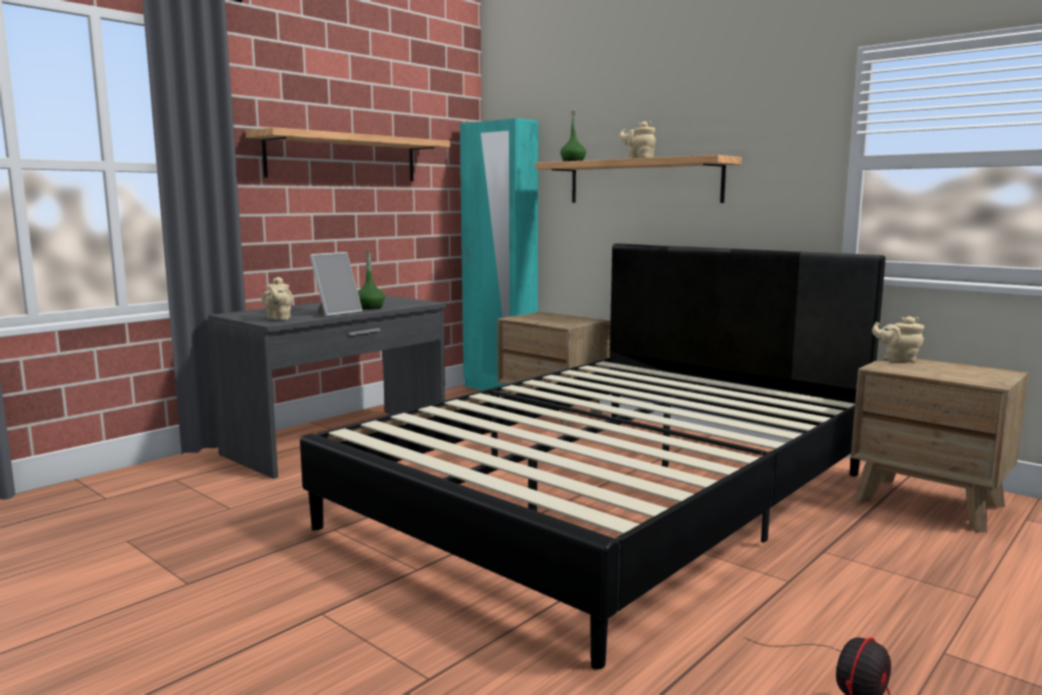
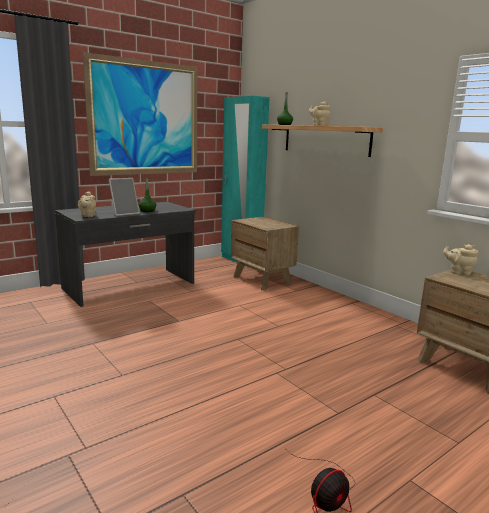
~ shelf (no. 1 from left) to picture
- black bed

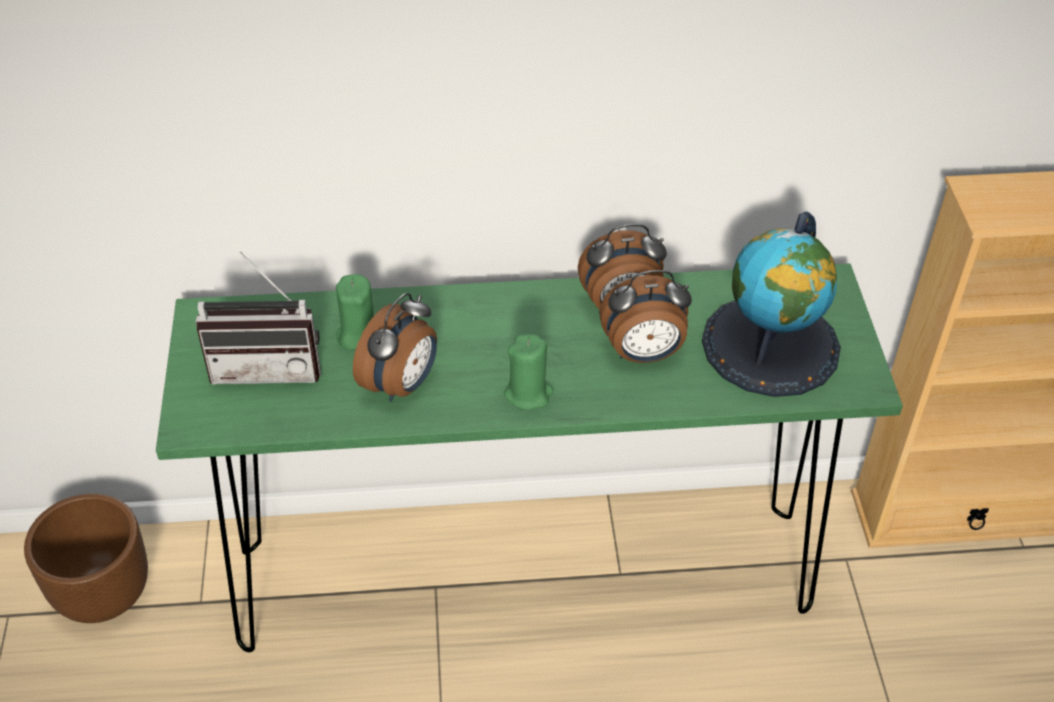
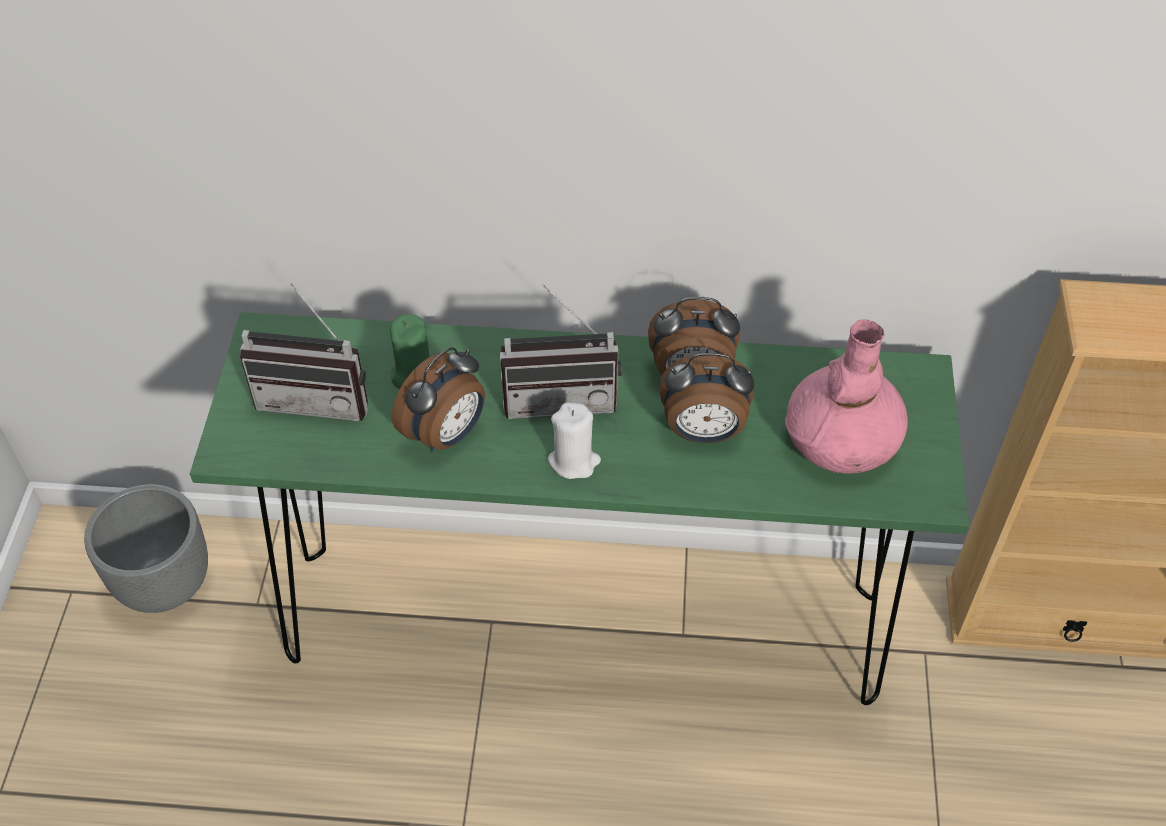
~ brown planter to grey planter
~ green candle (no. 2 from left) to white candle
~ globe to pink vase
+ radio (no. 2 from left)

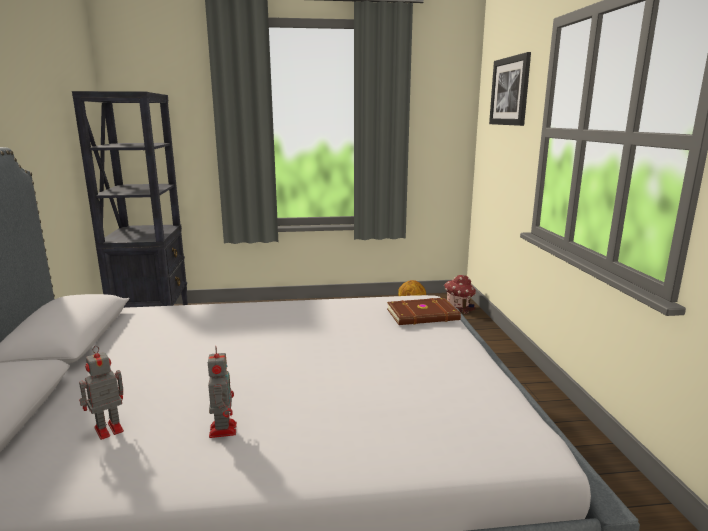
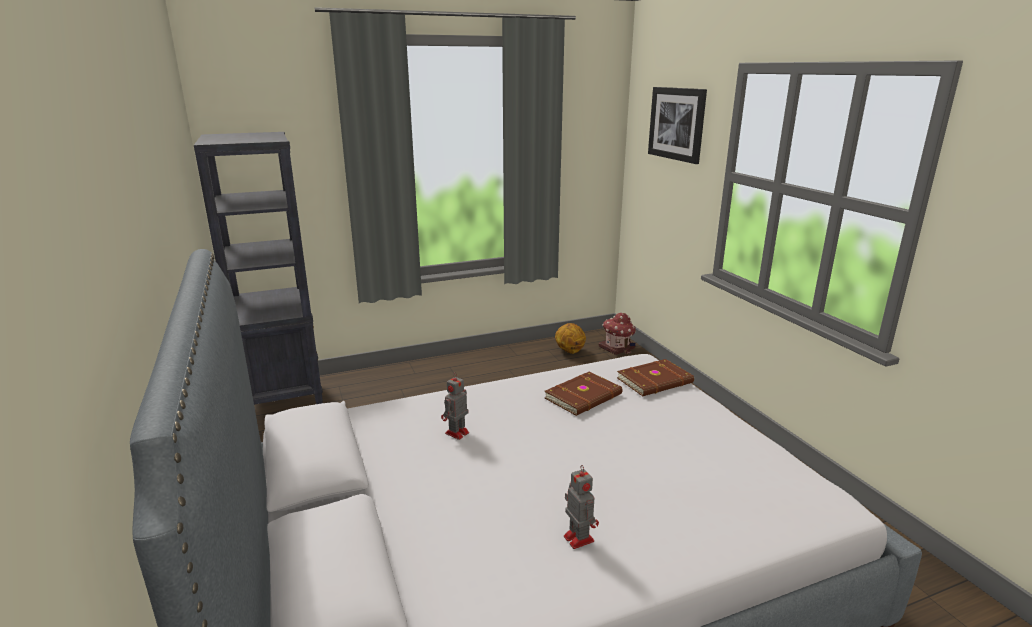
~ toy robot (no. 1 from left)
+ brown book (no. 1 from left)

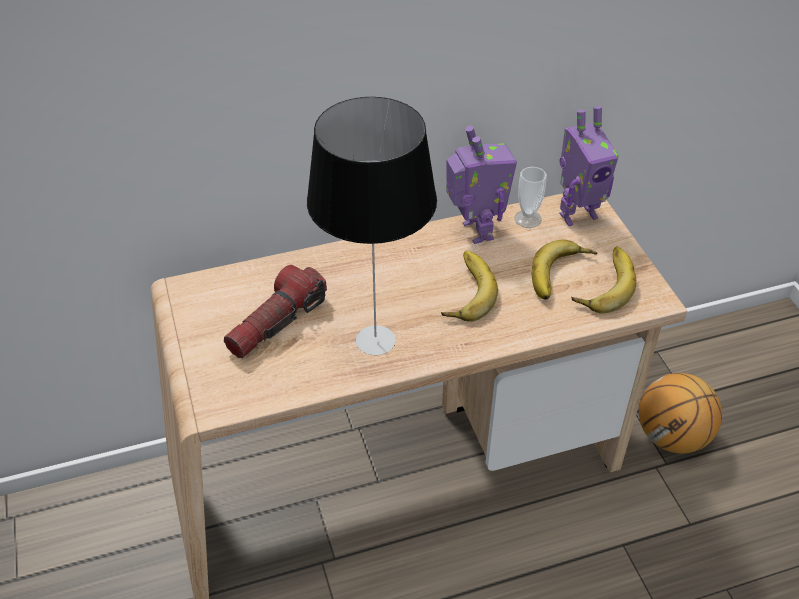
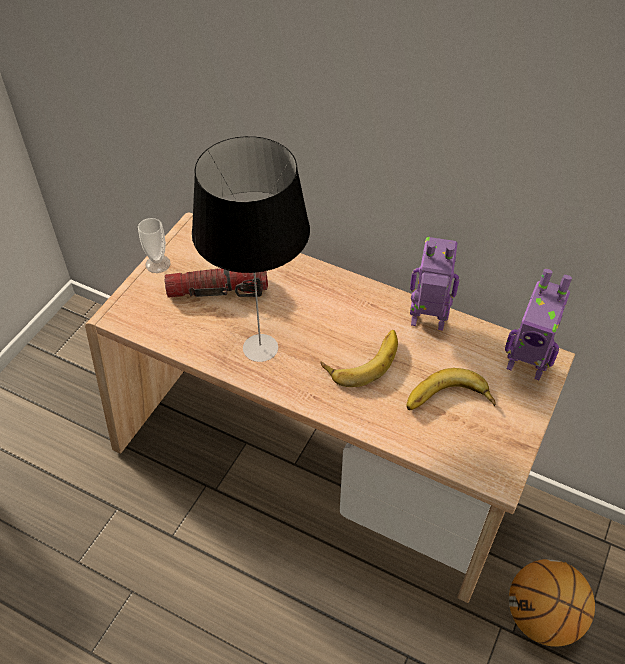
~ toy robot (no. 1 from left) 105 degrees counterclockwise
~ cup
- banana (no. 3 from left)

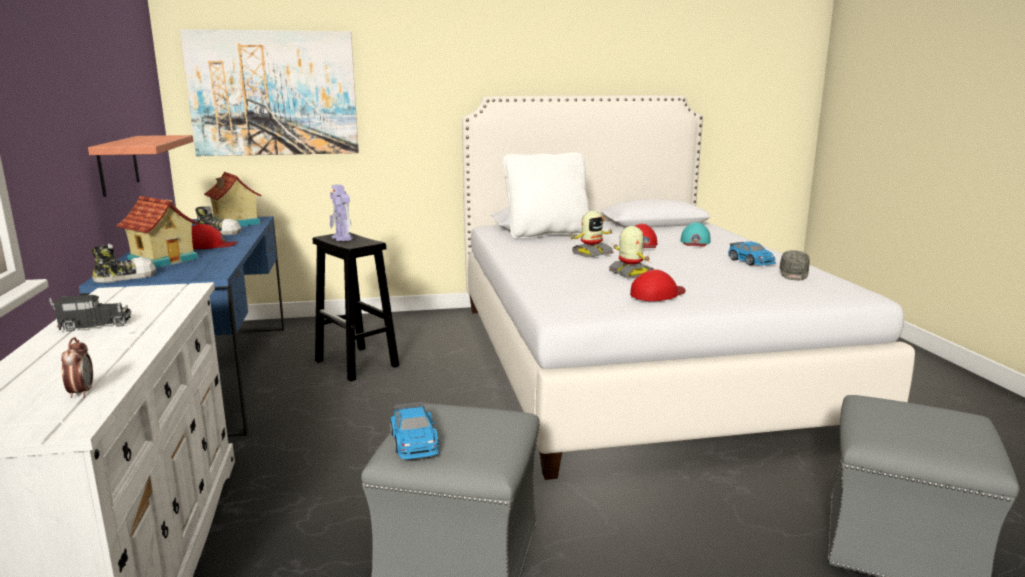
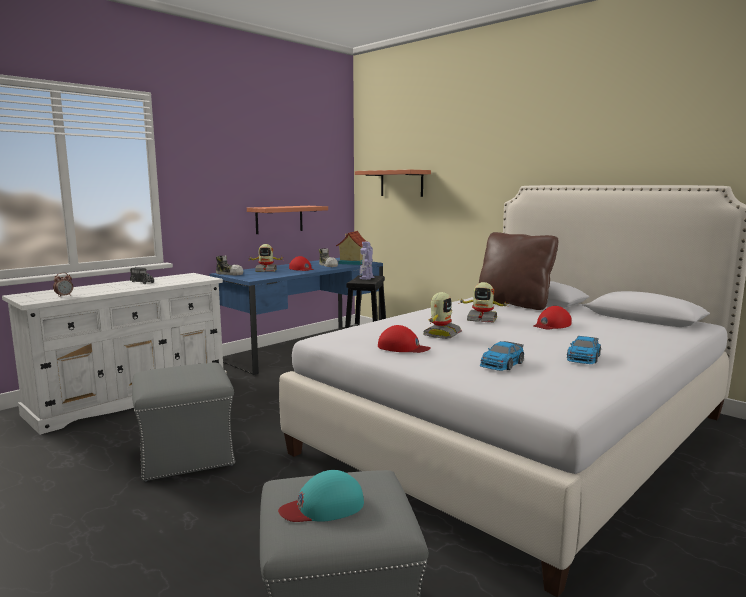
~ toy house (no. 1 from left) to toy robot (no. 1 from left)
~ picture to shelf (no. 2 from left)
~ toy car (no. 1 from left)
~ white pillow to brown pillow
~ turquoise cap
- grey cap

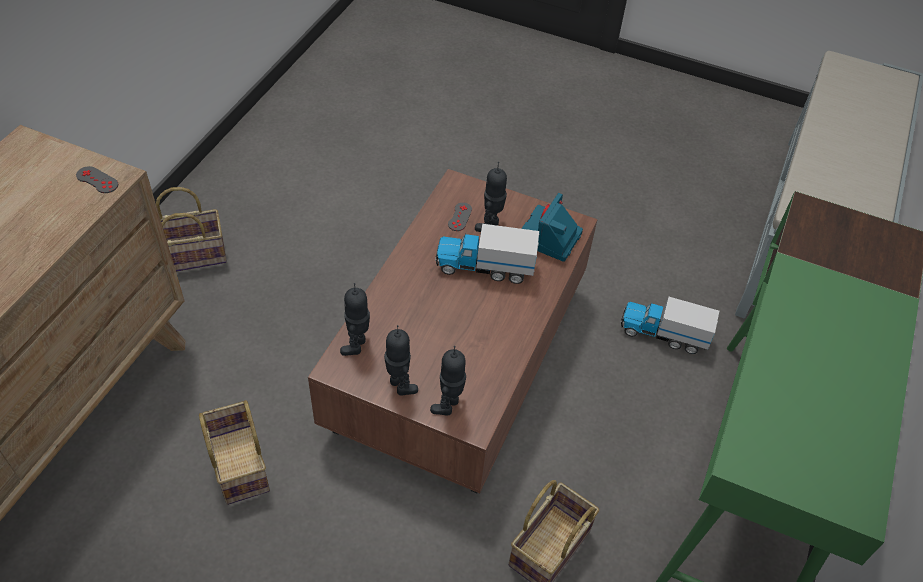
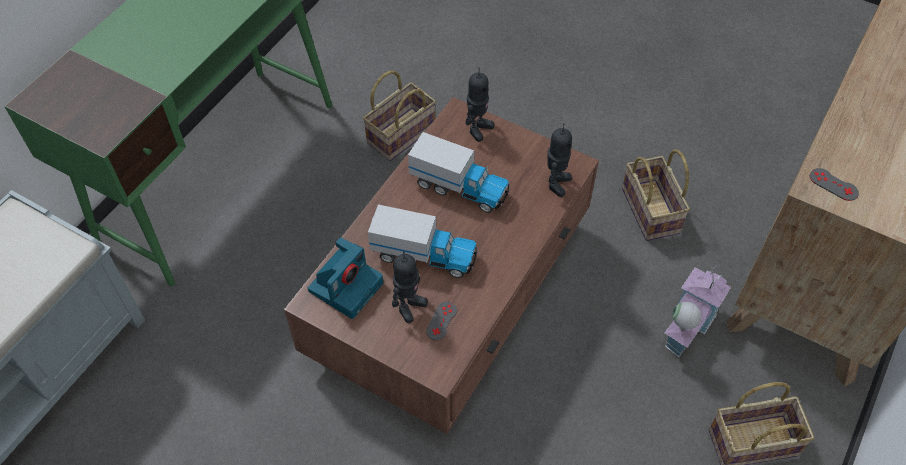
- toy robot (no. 2 from left)
~ toy truck (no. 2 from left)
+ toy house

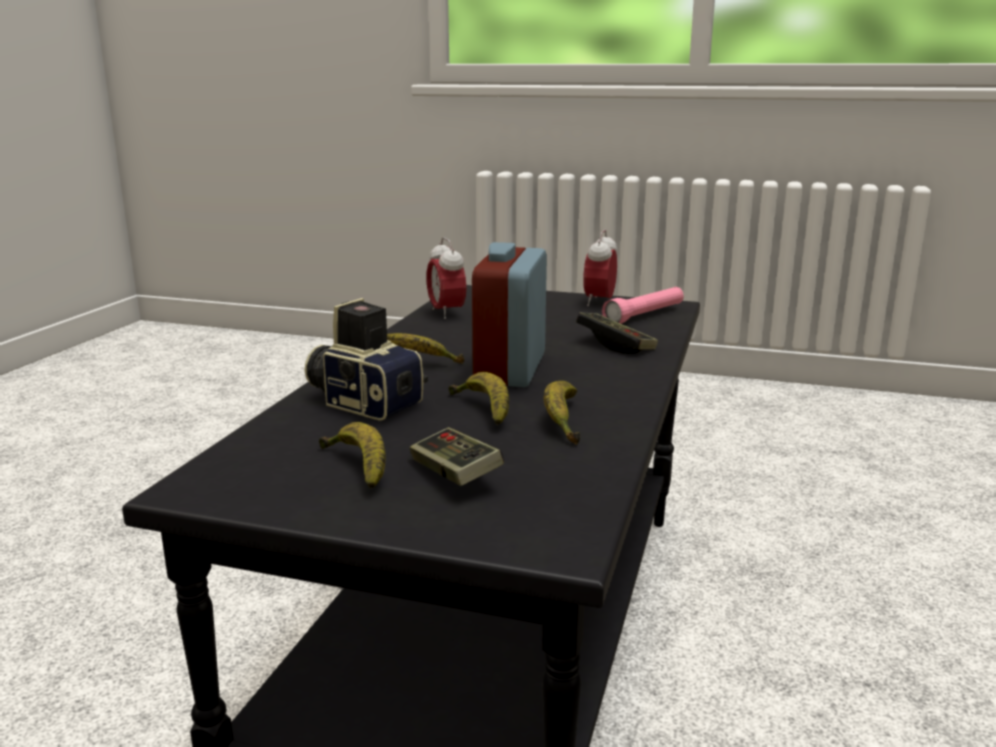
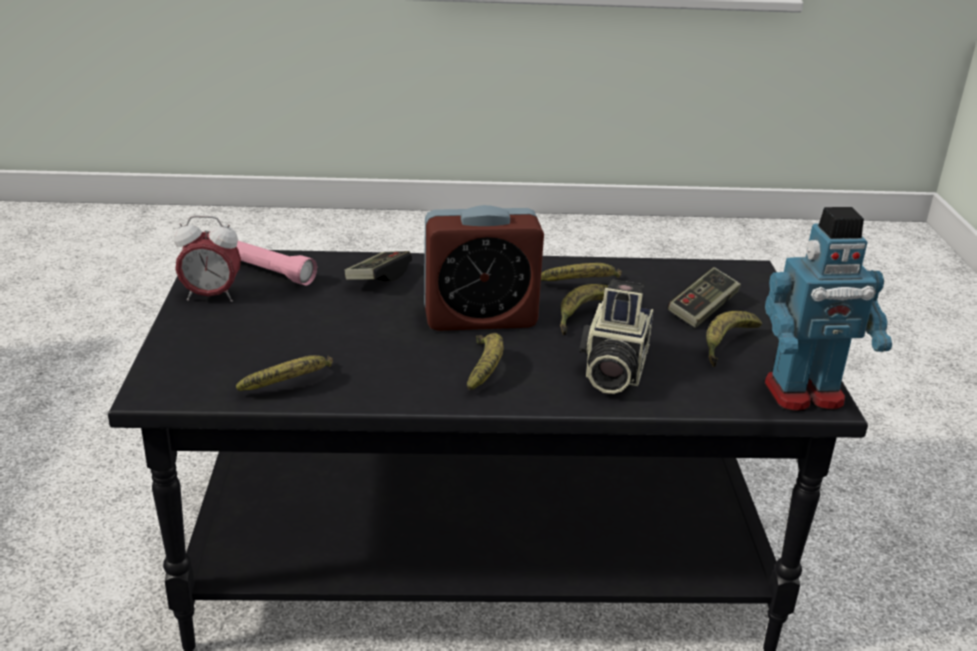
~ alarm clock (no. 1 from left) to banana (no. 1 from left)
+ toy robot

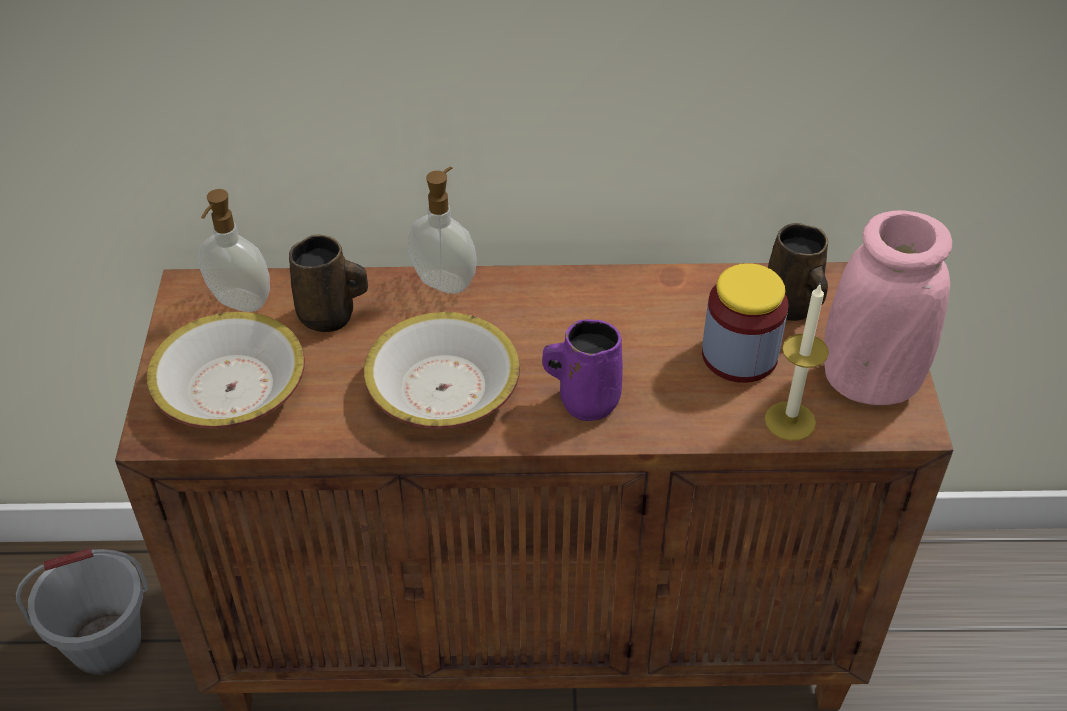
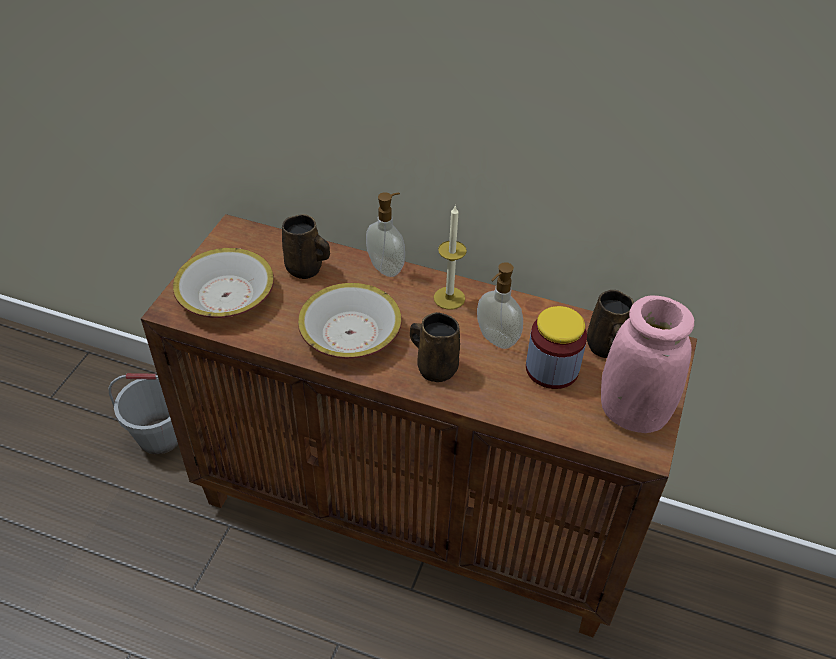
~ soap dispenser (no. 1 from left in the first image) to soap dispenser (no. 2 from left)
~ purple mug to brown mug (no. 2 from left)
~ candle

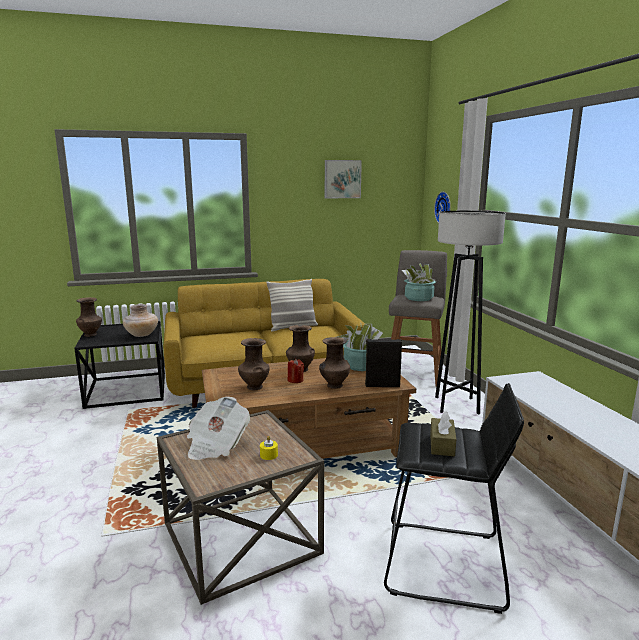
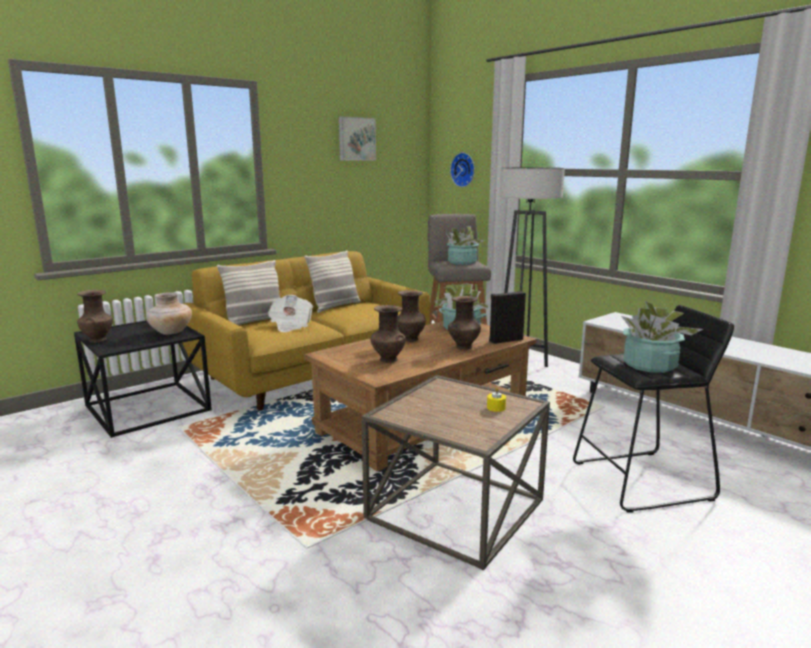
~ newspaper
- red candle
~ brown tissue box to potted plant (no. 3 from left)
+ pillow (no. 1 from left)

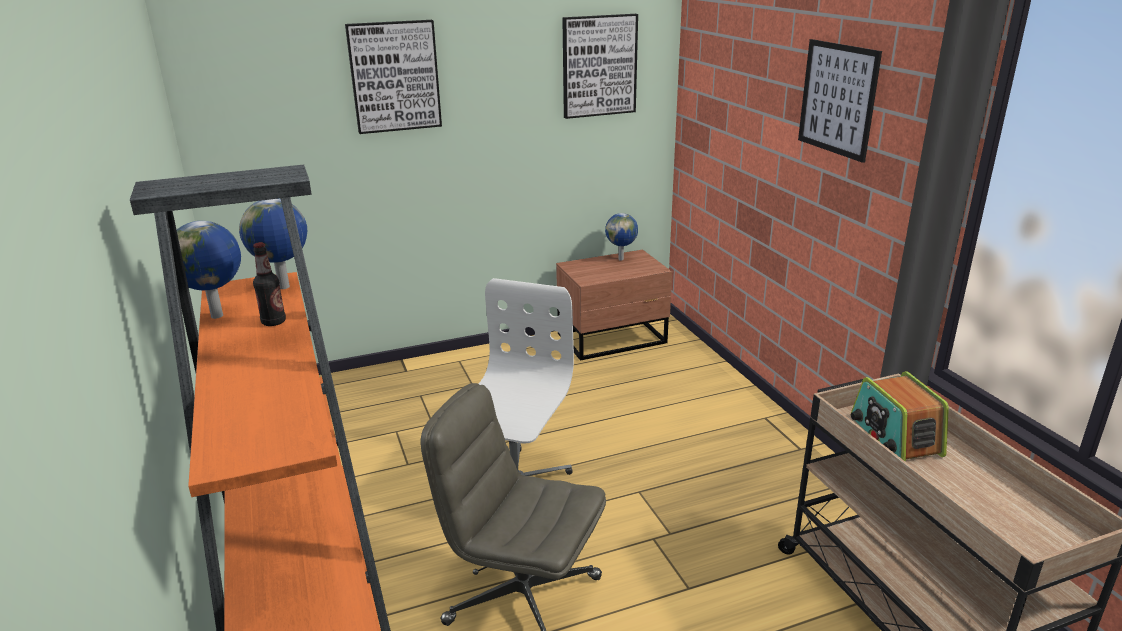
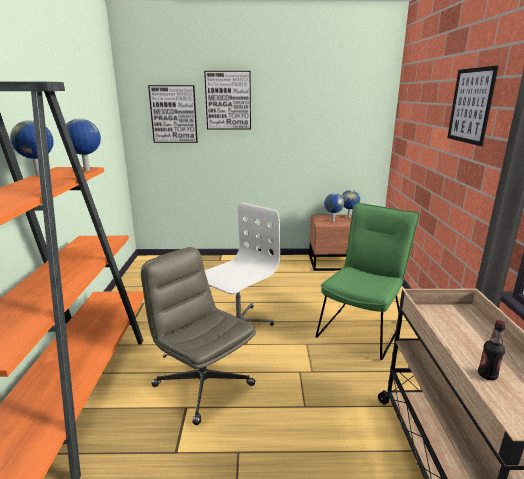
~ bottle
~ picture (no. 2 from left in the first image) to picture (no. 1 from left)
- radio
+ green chair
+ globe (no. 3 from left)

